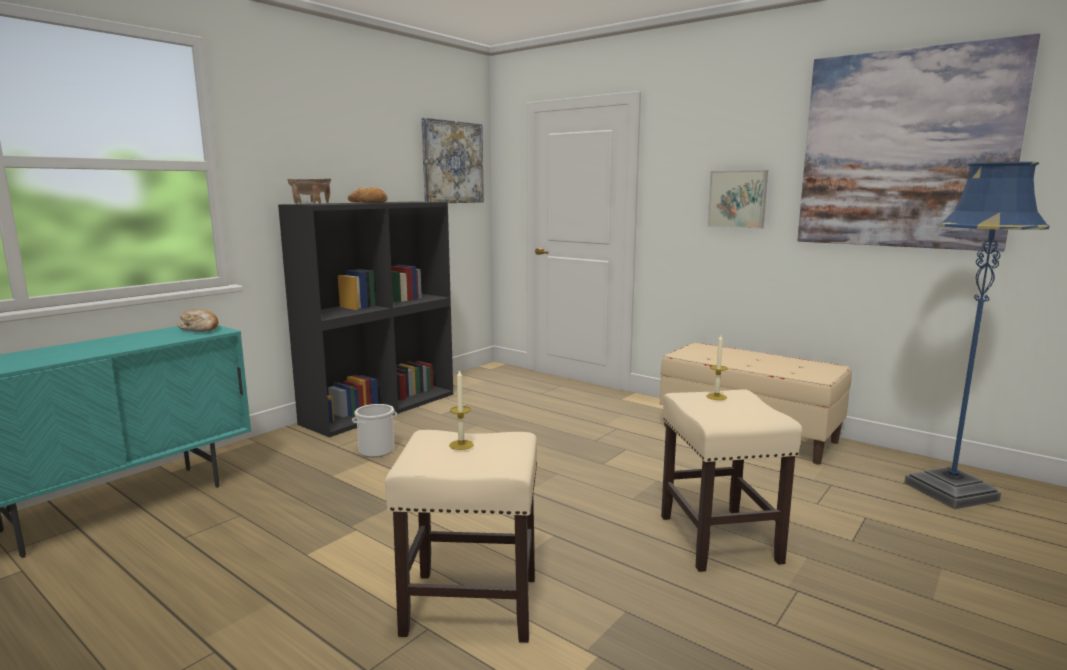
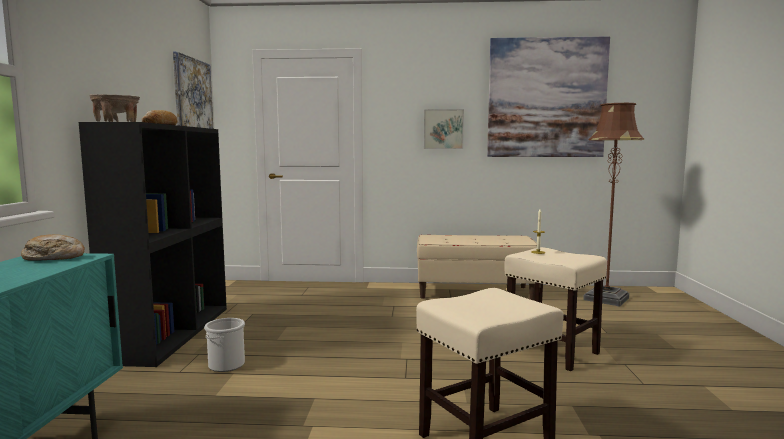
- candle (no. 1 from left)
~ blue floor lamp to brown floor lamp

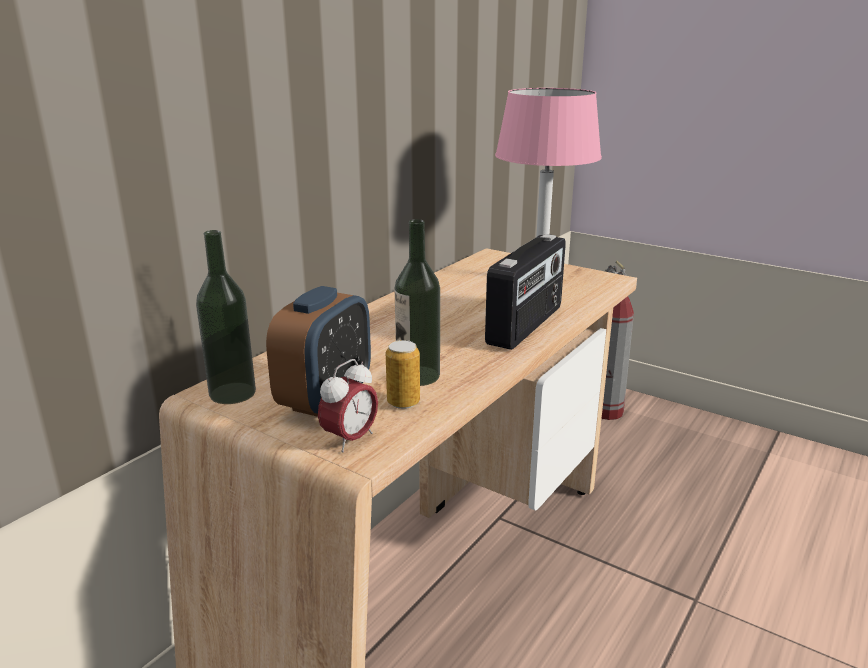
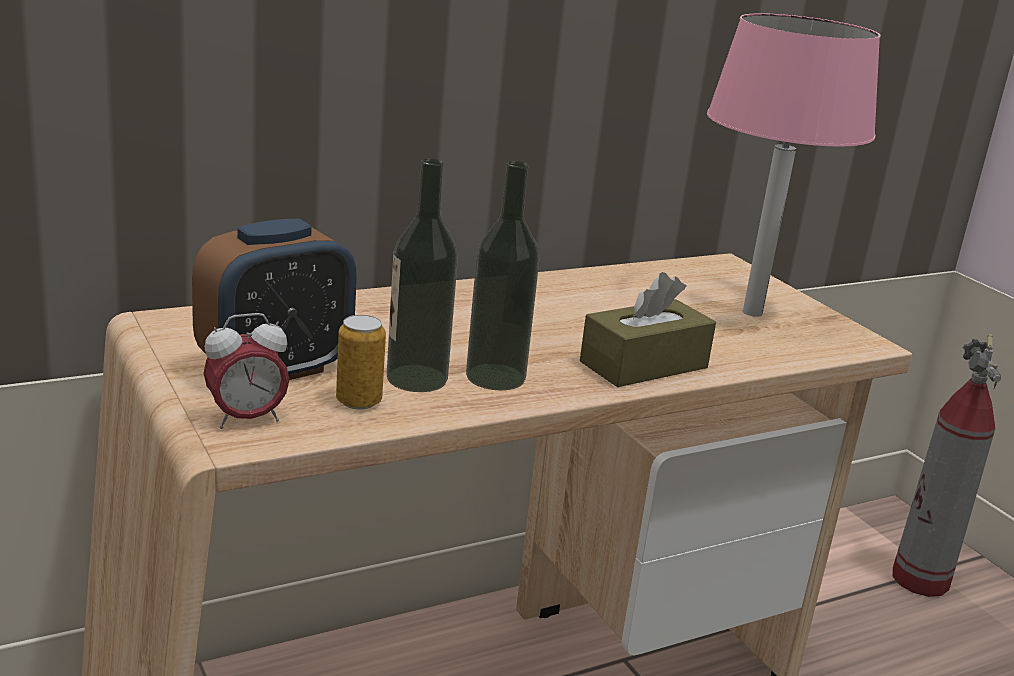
~ bottle (no. 1 from left in the first image) to bottle (no. 2 from left)
~ radio to brown tissue box

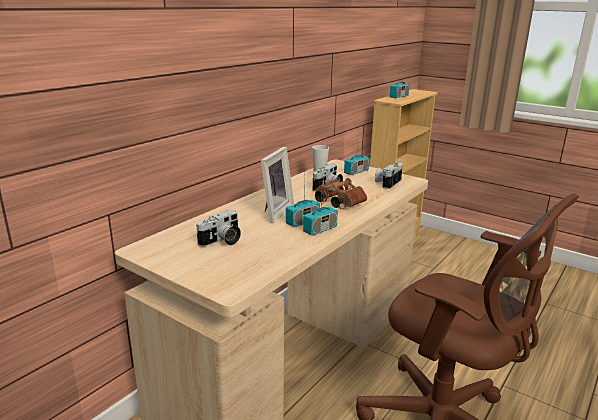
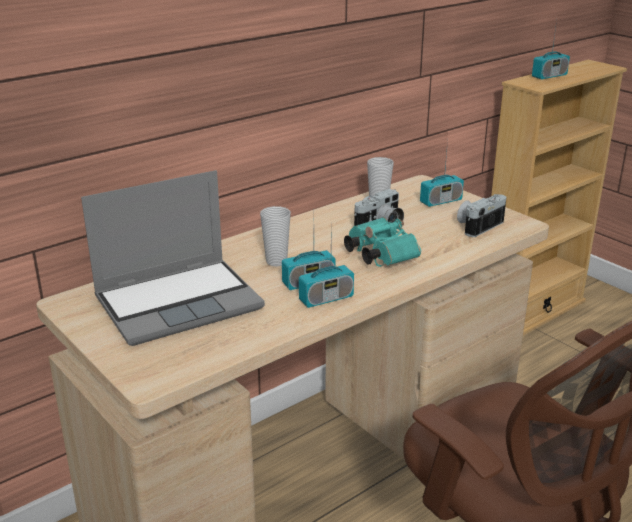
~ photo camera (no. 1 from left) to laptop
~ picture frame to cup (no. 1 from left)
~ brown binoculars to turquoise binoculars

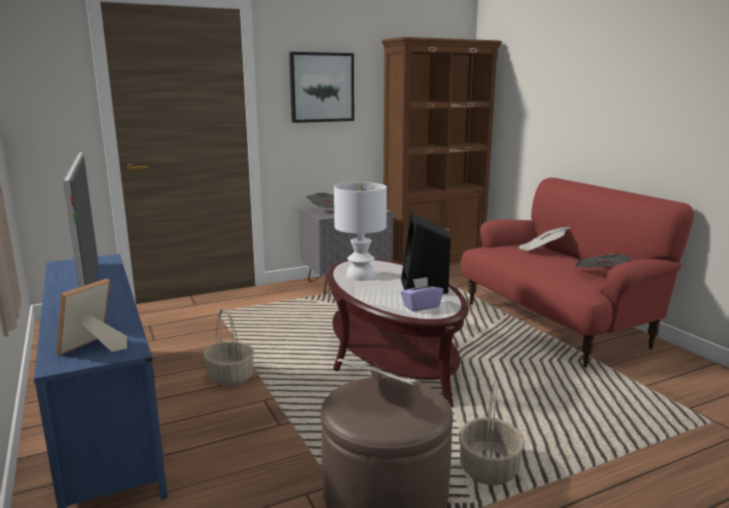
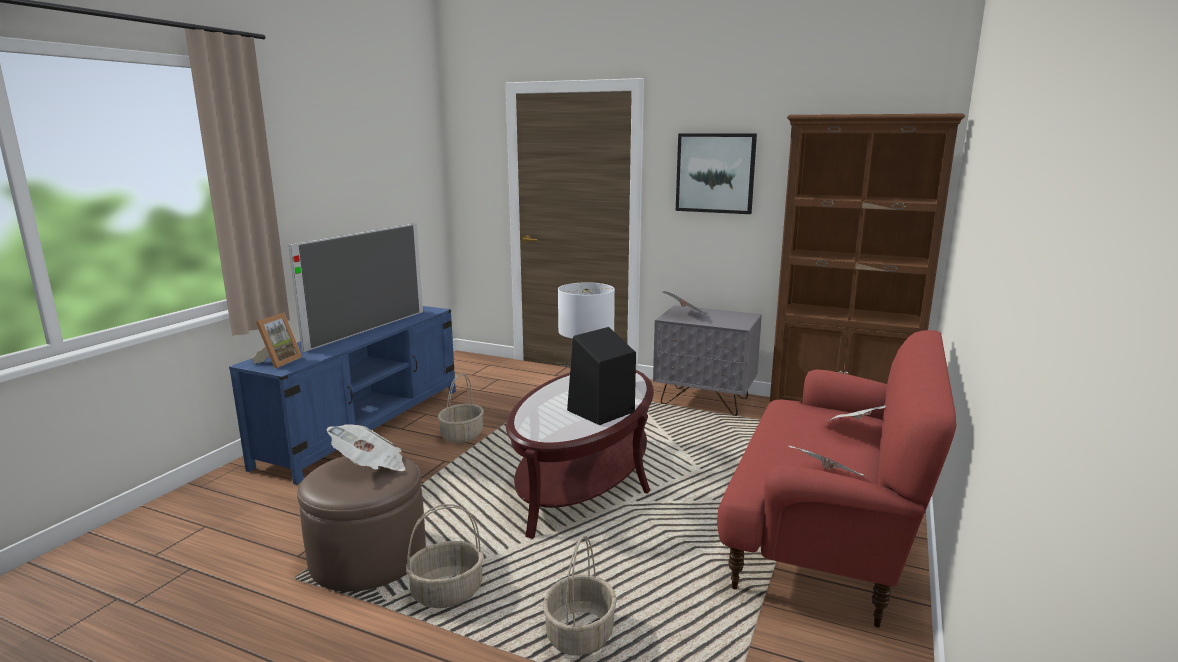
~ picture frame 120 degrees clockwise
- purple tissue box
+ basket (no. 3 from left)

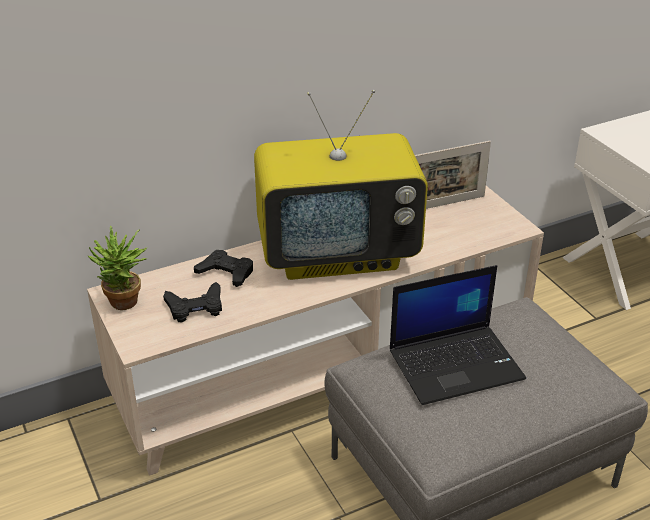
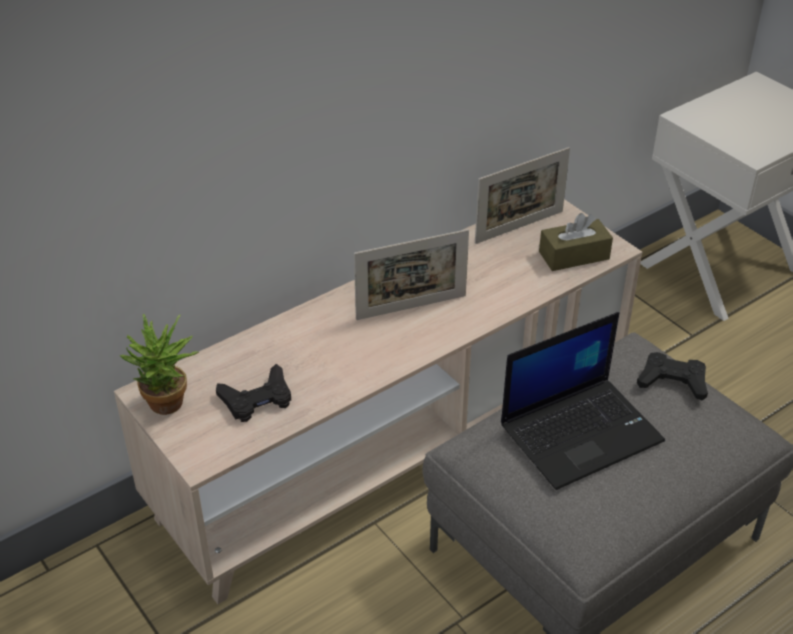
~ black game controller (no. 2 from left)
~ television to picture frame (no. 1 from left)
+ brown tissue box

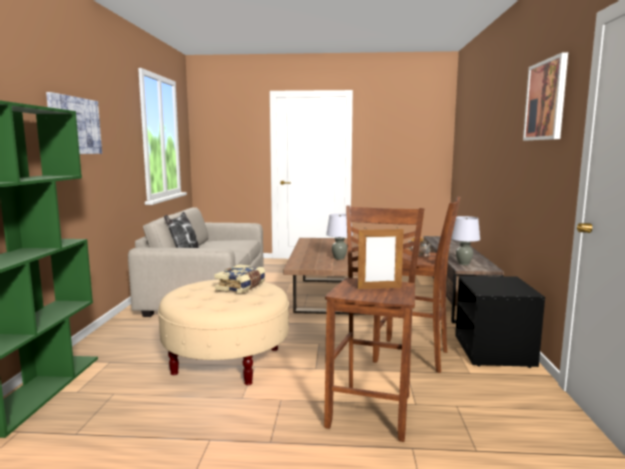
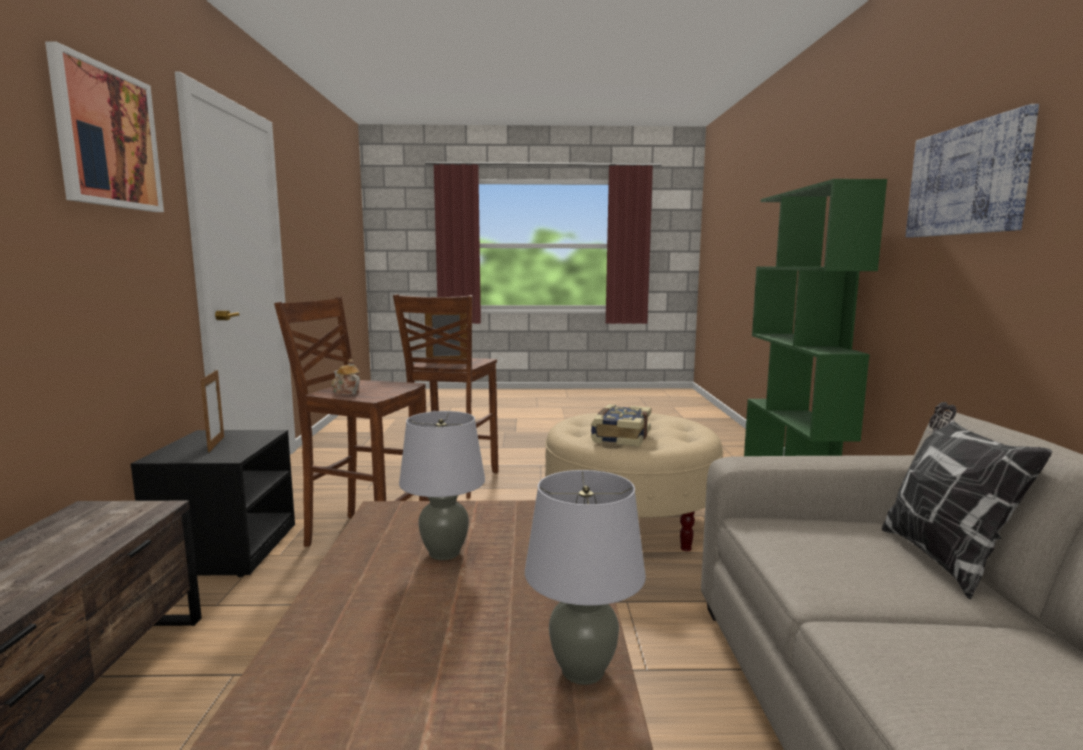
~ grey table lamp (no. 2 from left)
+ picture frame (no. 1 from left)

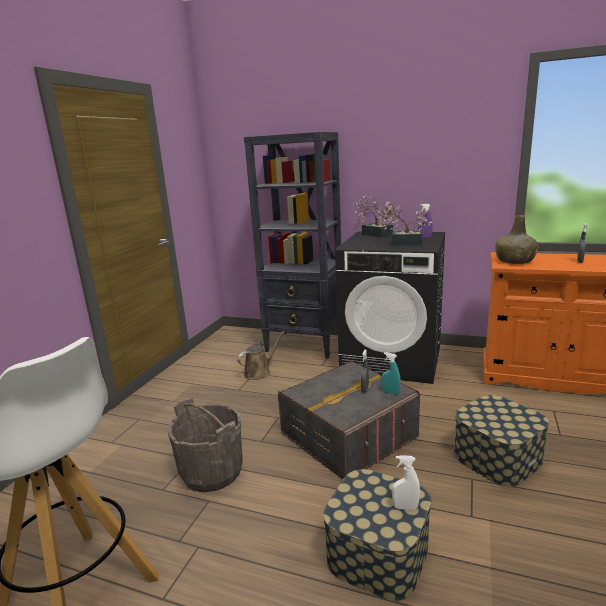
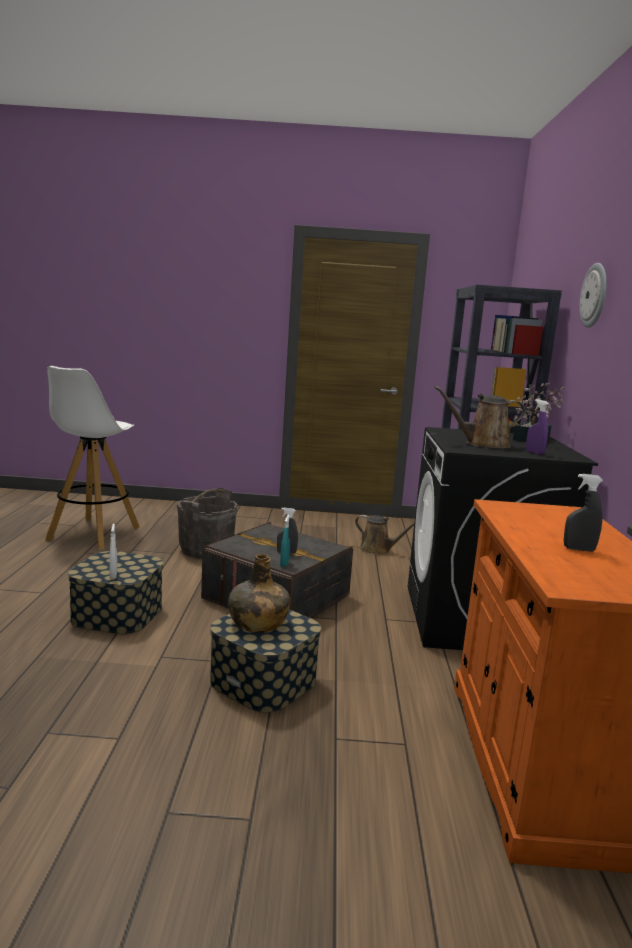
~ potted plant (no. 2 from left) to brown watering can (no. 2 from left)
~ green bottle
+ wall clock

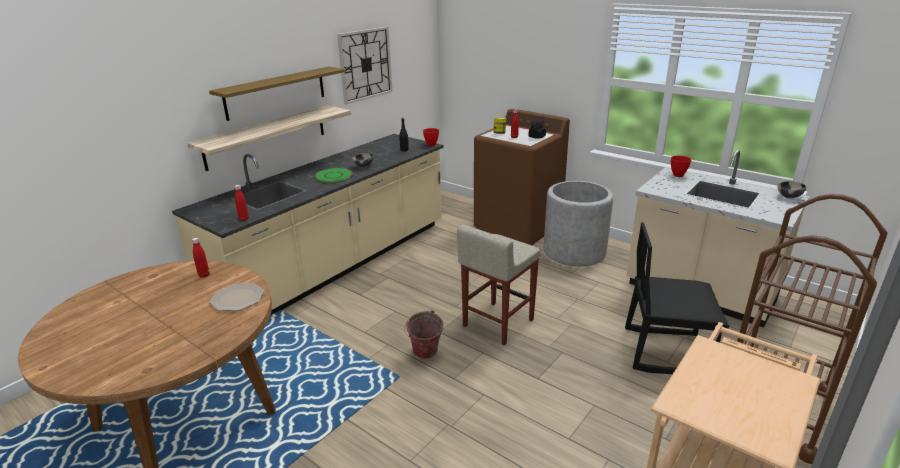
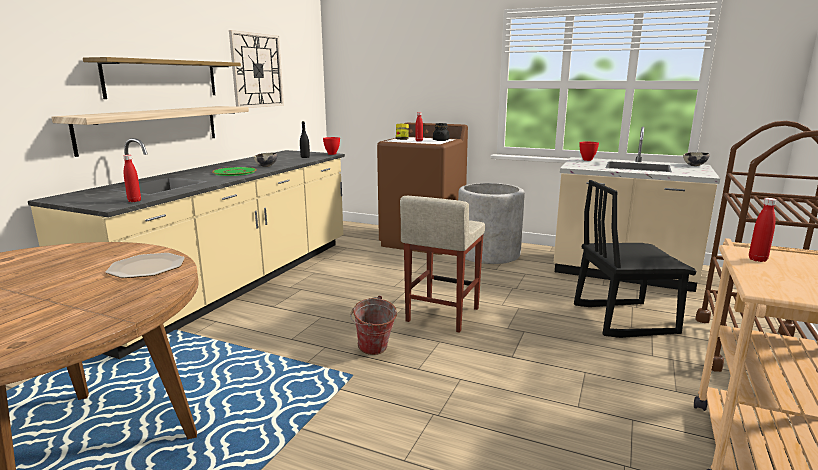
~ red bottle (no. 1 from left in the first image) to red bottle (no. 3 from left)

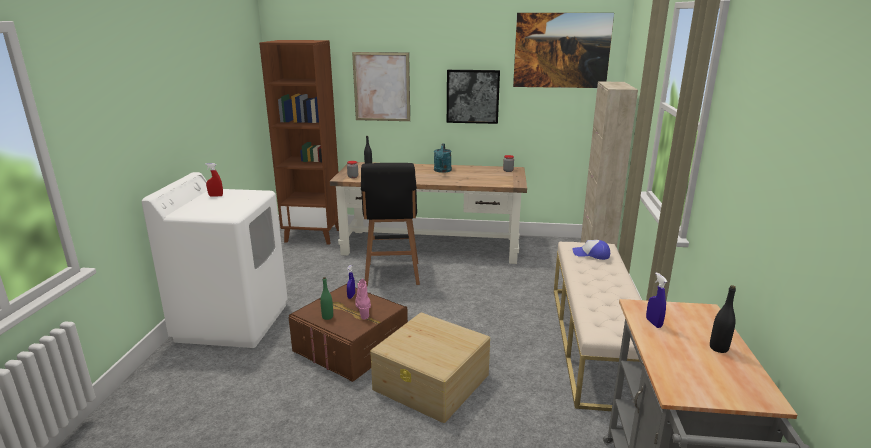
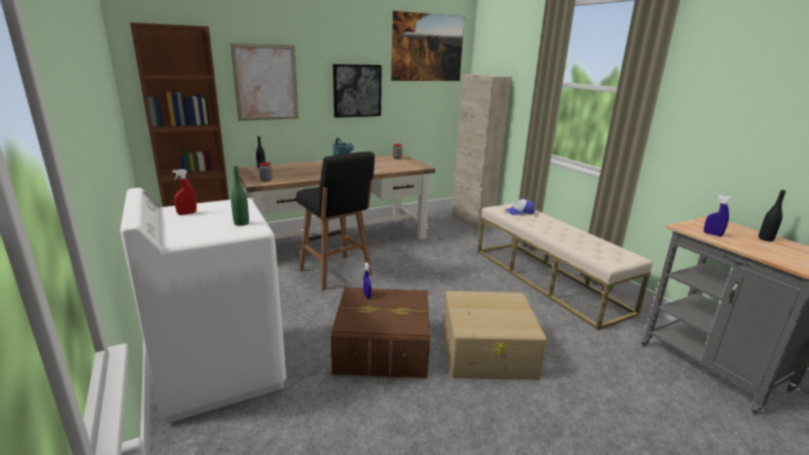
~ green bottle
- pink boot

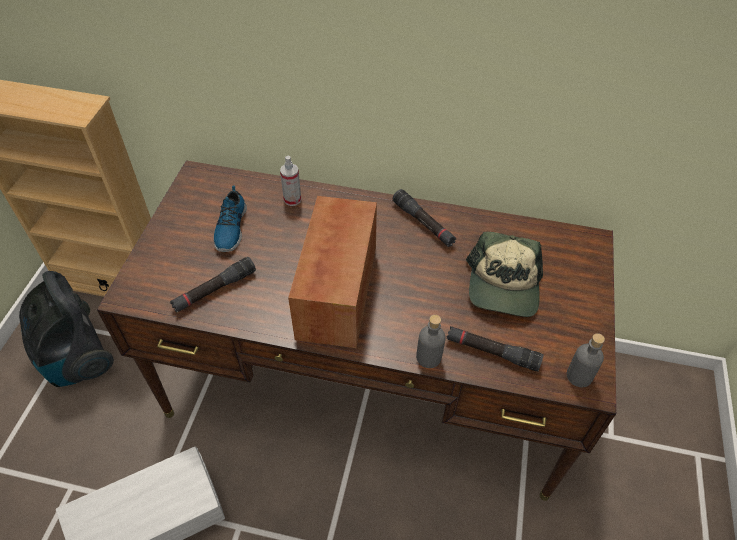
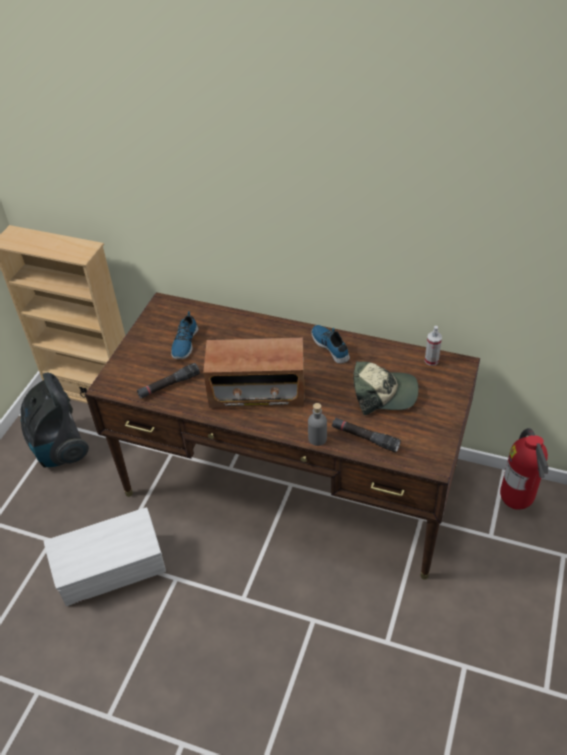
~ spray bottle
~ radio 105 degrees counterclockwise
~ black flashlight (no. 2 from left) to shoe (no. 2 from left)
~ cap 105 degrees counterclockwise
- grey bottle (no. 2 from left)
+ fire extinguisher

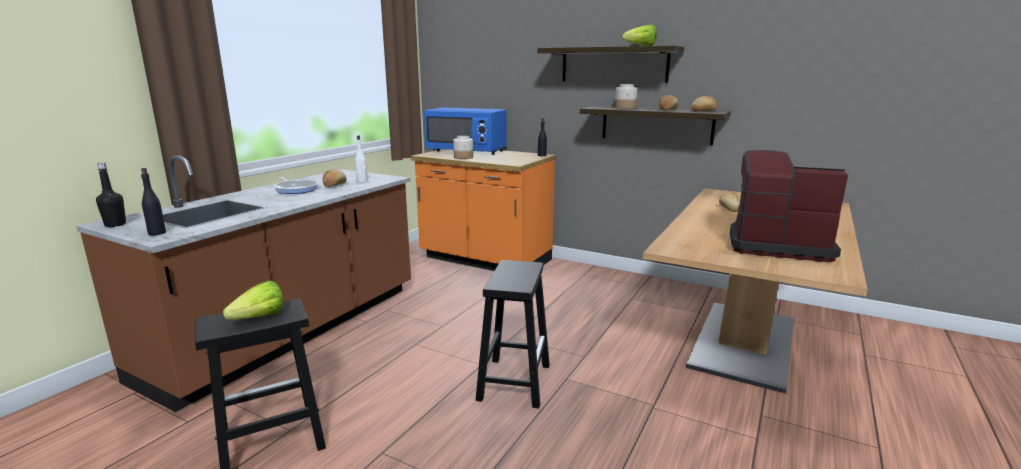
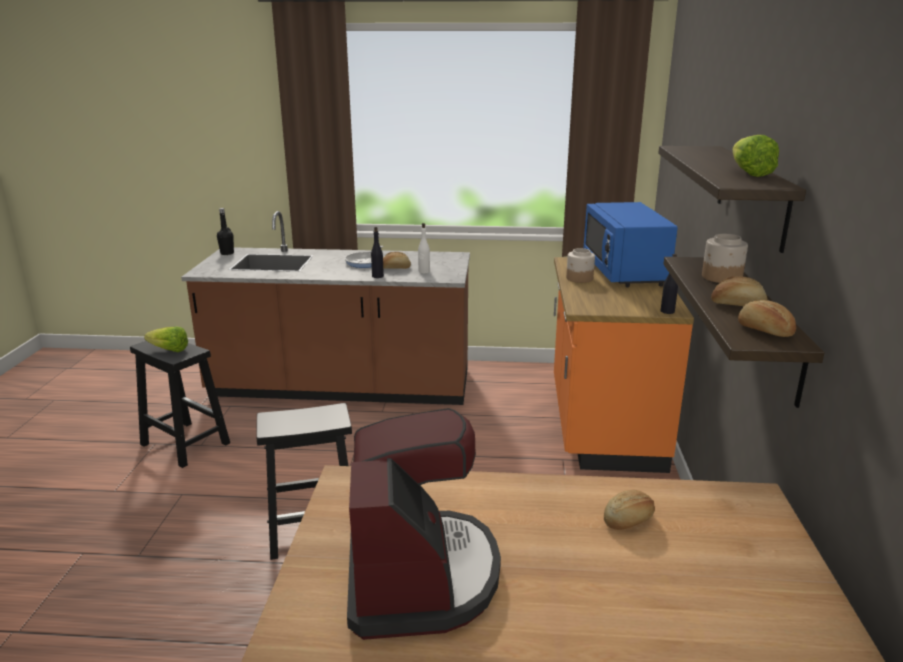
~ black bottle (no. 2 from left)

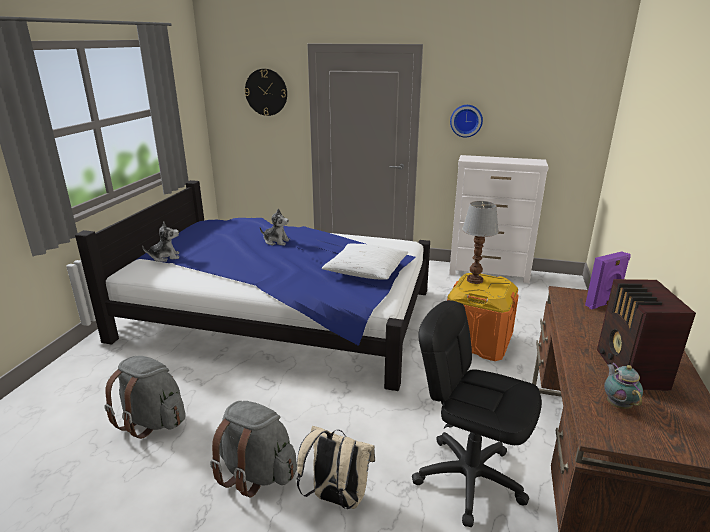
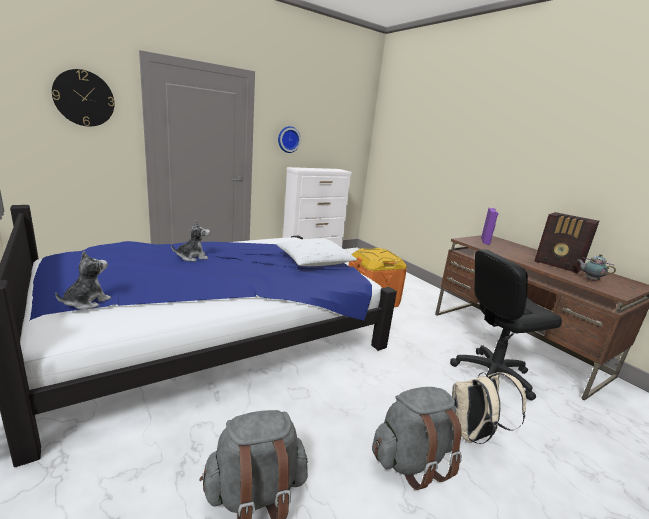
- table lamp

